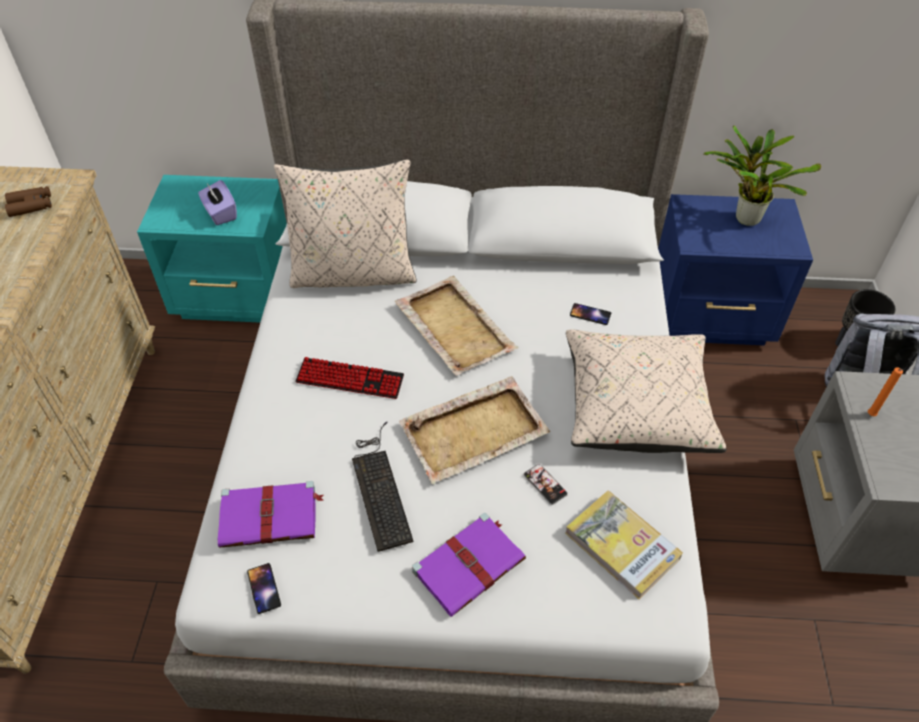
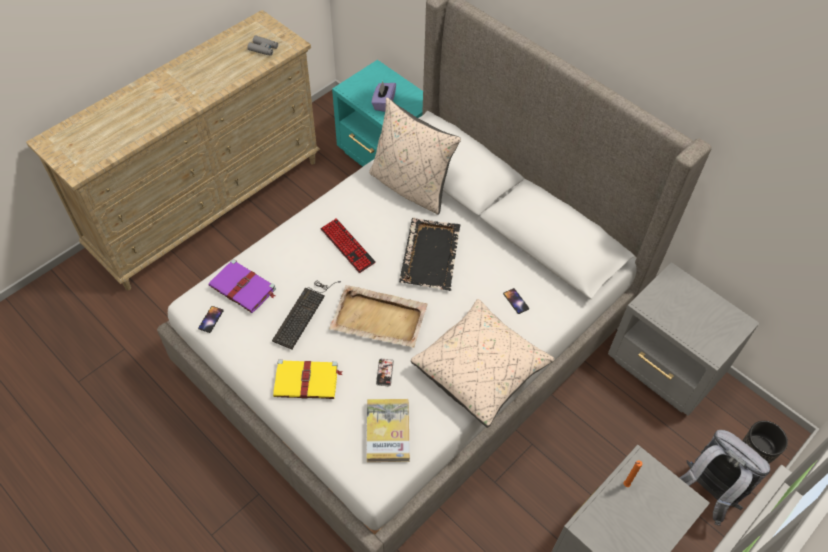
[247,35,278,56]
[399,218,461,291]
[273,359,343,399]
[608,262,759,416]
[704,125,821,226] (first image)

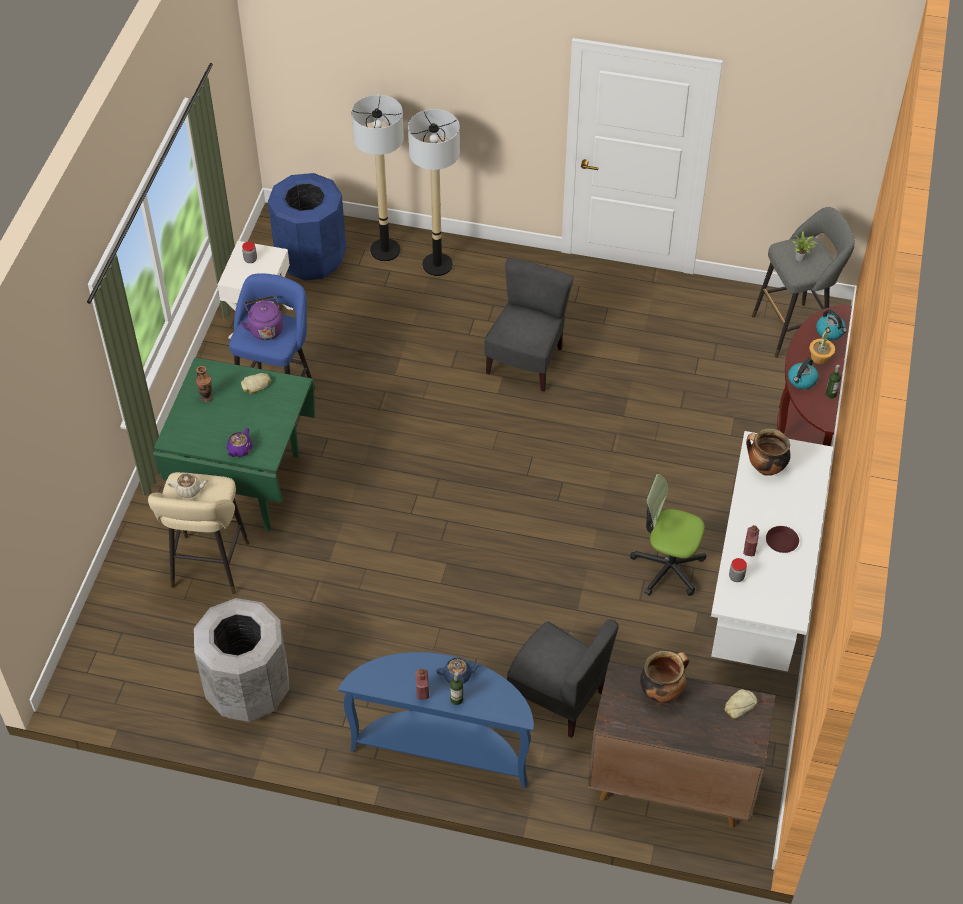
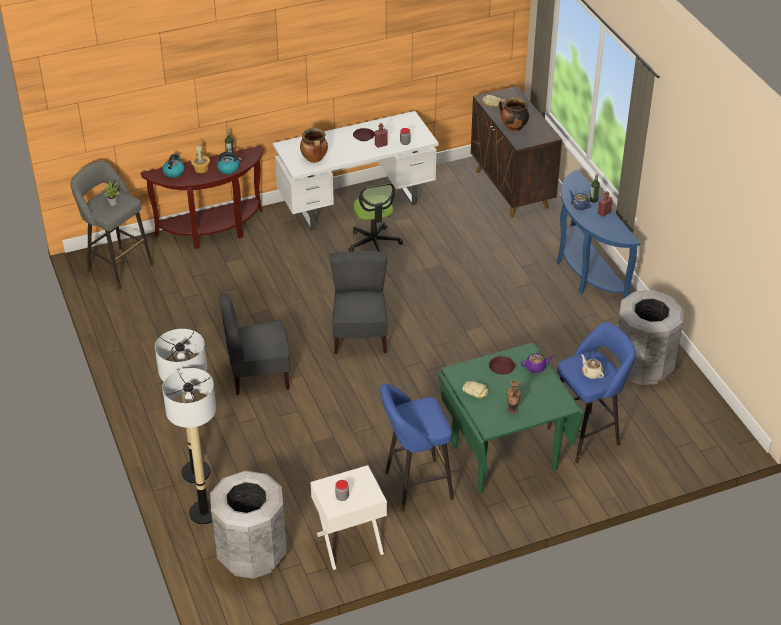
[547,322,636,463]
[240,296,283,340] (first image)
[210,471,287,579]
[330,251,388,354]
[489,356,515,375]

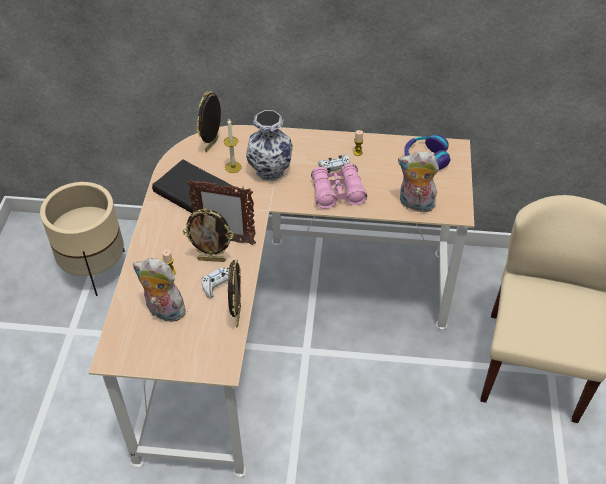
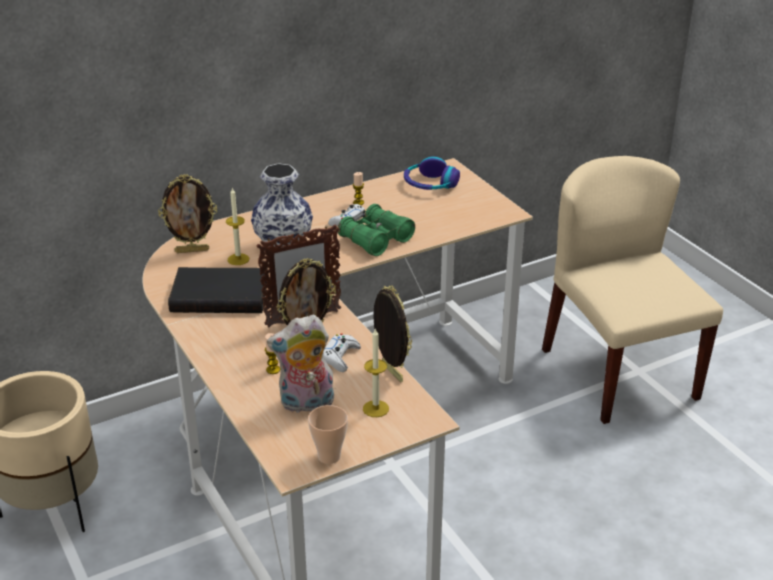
[158,174,217,253]
[338,204,415,256]
[398,151,439,212] (first image)
[308,405,348,464]
[363,328,389,417]

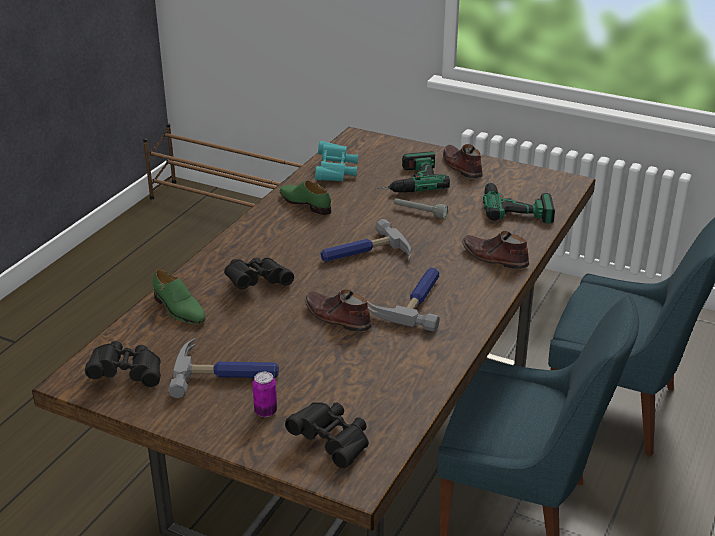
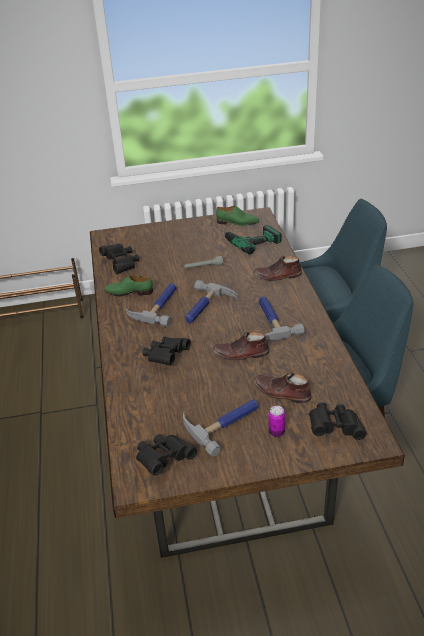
[216,206,259,226]
[99,244,139,274]
[375,151,450,193] (first image)
[254,372,312,403]
[125,283,177,327]

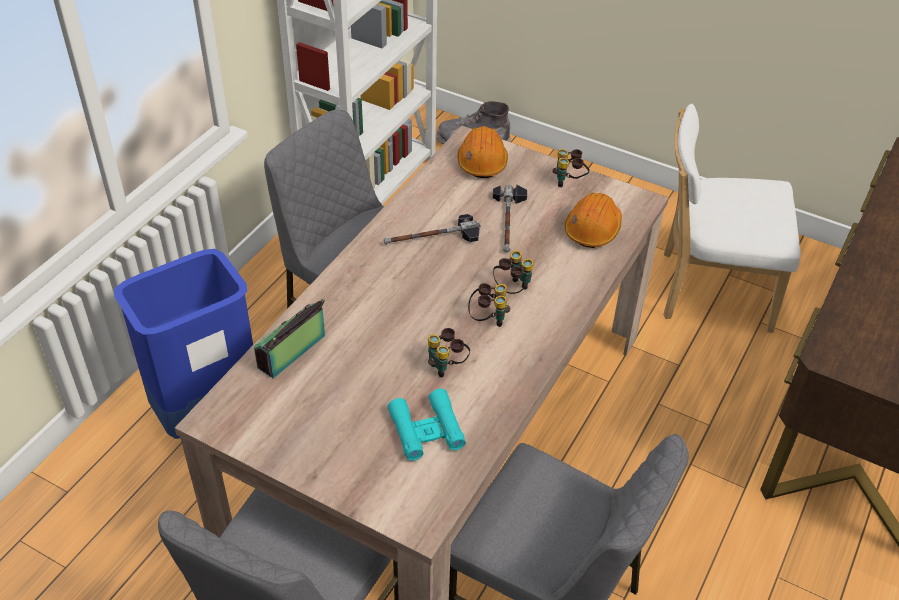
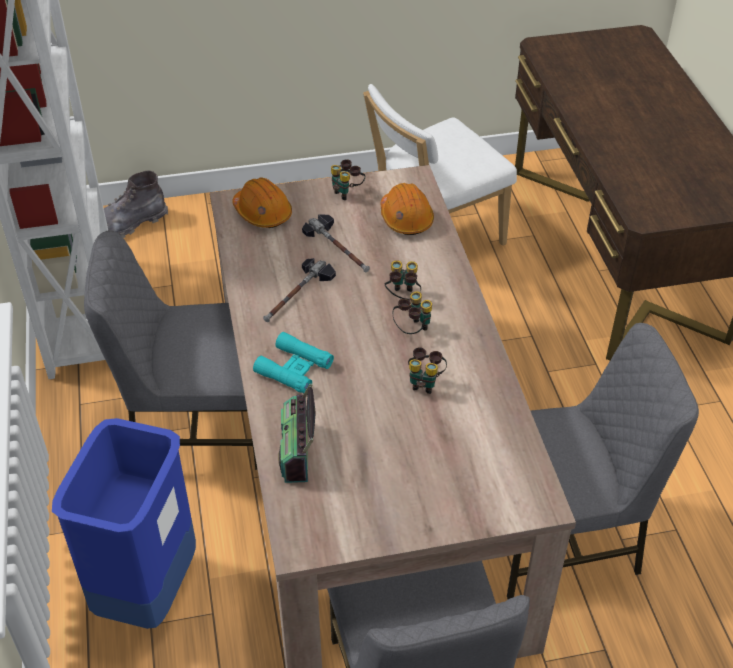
[253,332,334,393]

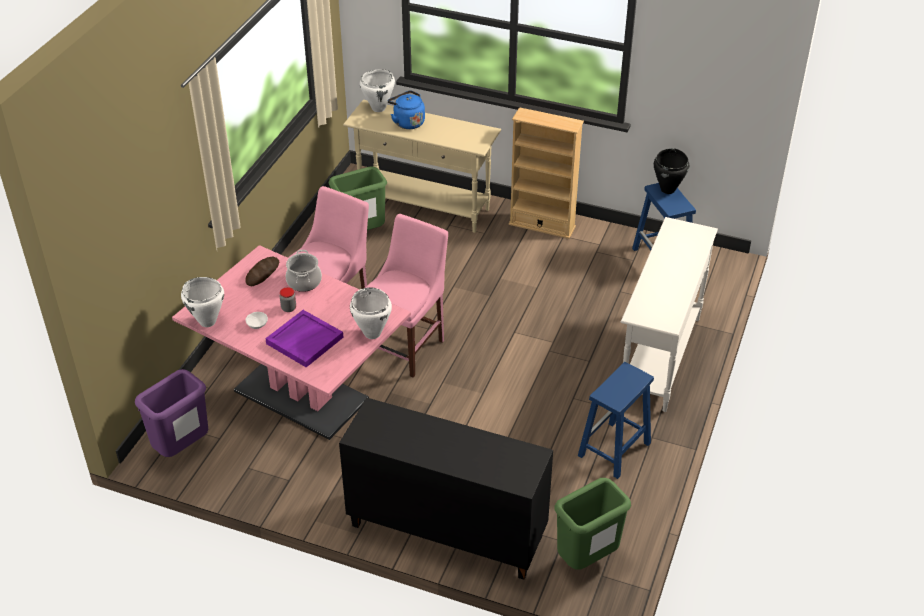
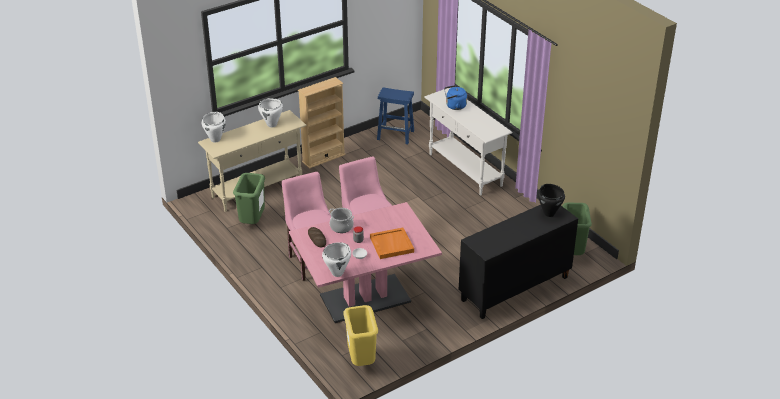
[343,305,378,366]
[370,228,414,259]
[258,98,283,128]
[444,85,467,110]
[578,362,654,479] (first image)
[538,184,565,217]

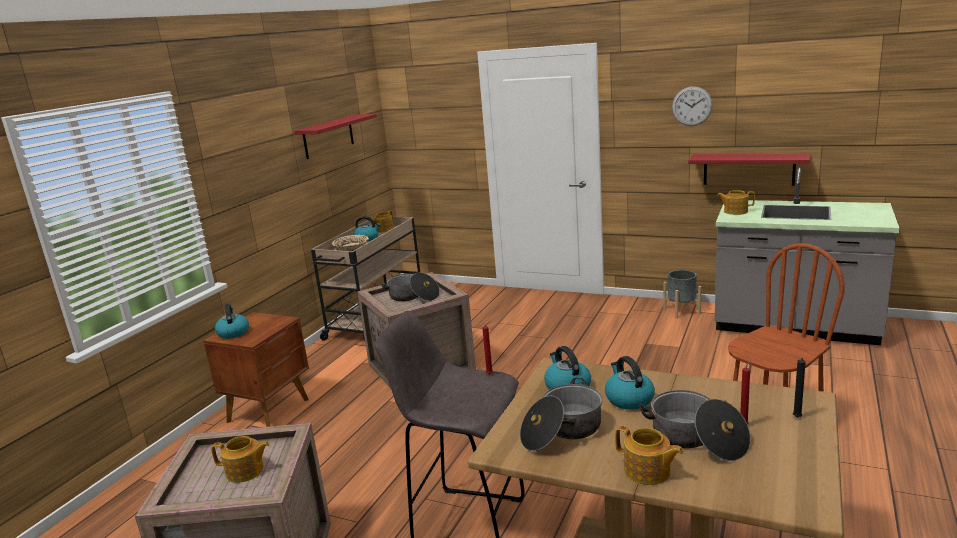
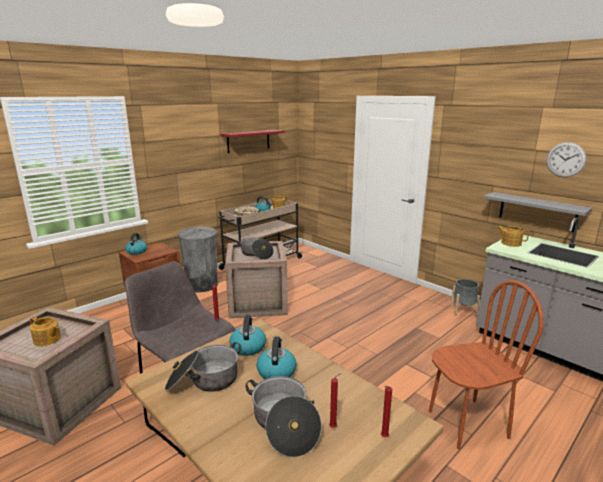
[615,426,684,485] (first image)
[547,142,586,177]
[484,192,593,232]
[381,386,392,437]
[178,227,218,292]

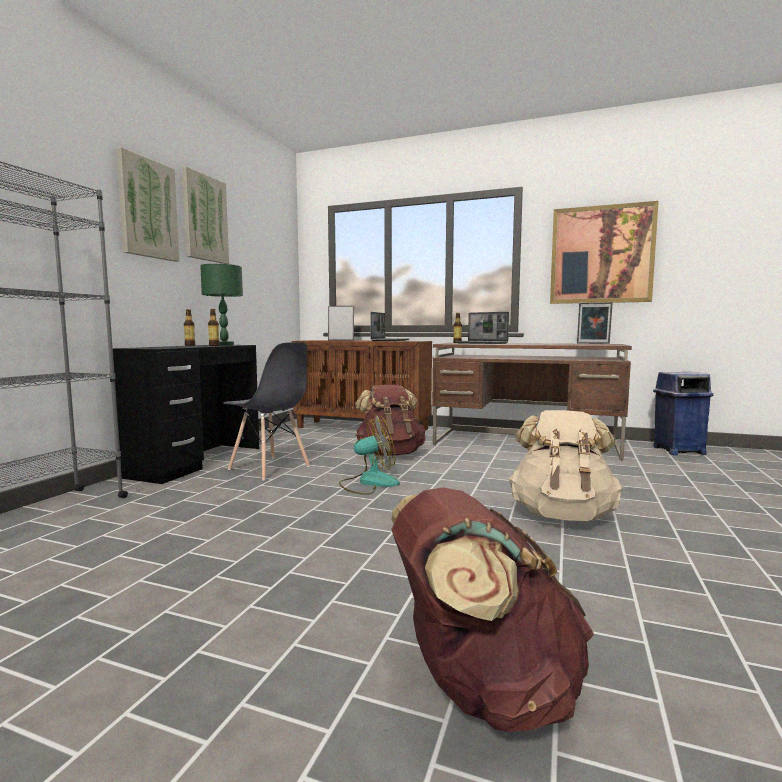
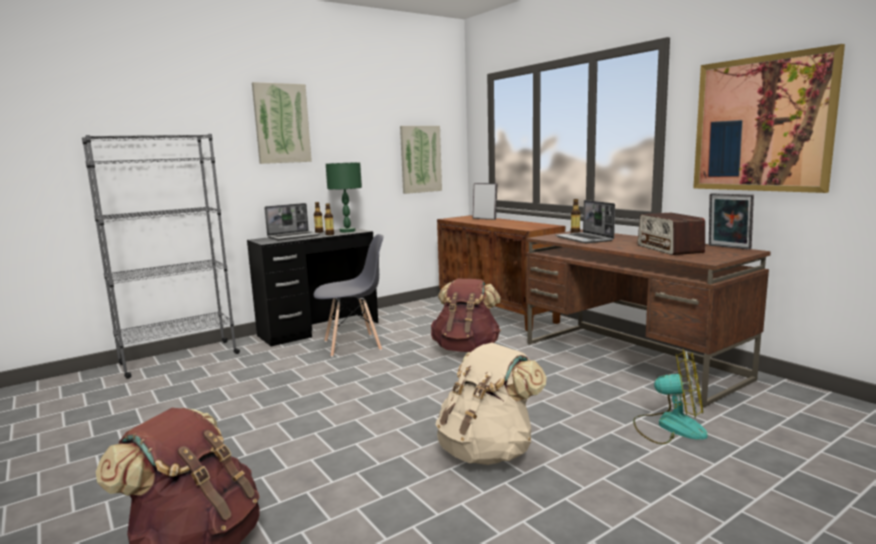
[400,126,442,194]
[314,234,383,357]
[633,349,708,444]
[264,203,320,240]
[653,372,713,455] (first image)
[638,213,705,255]

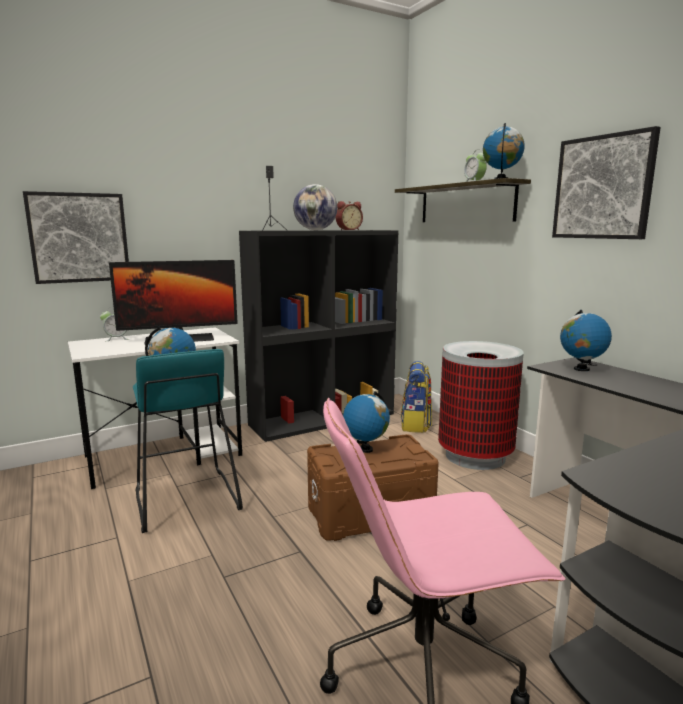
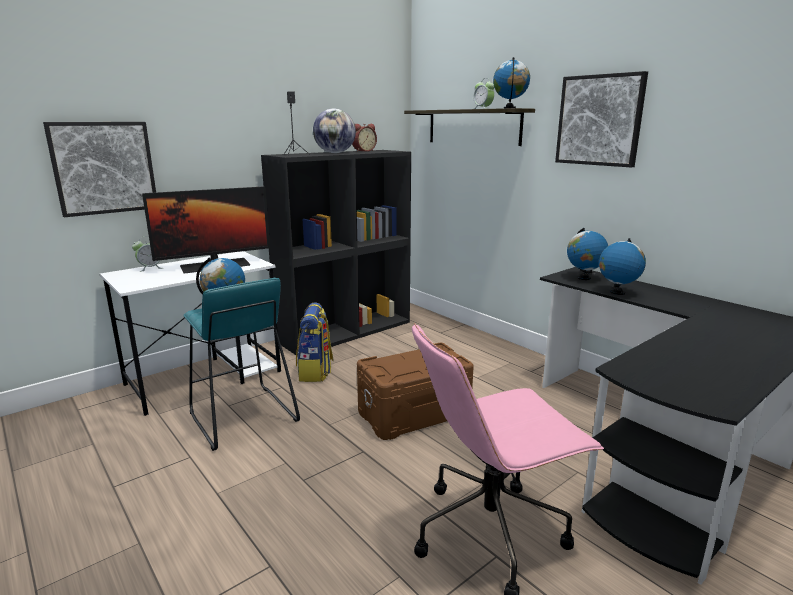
[599,238,646,295]
[296,303,334,382]
[438,341,524,470] (first image)

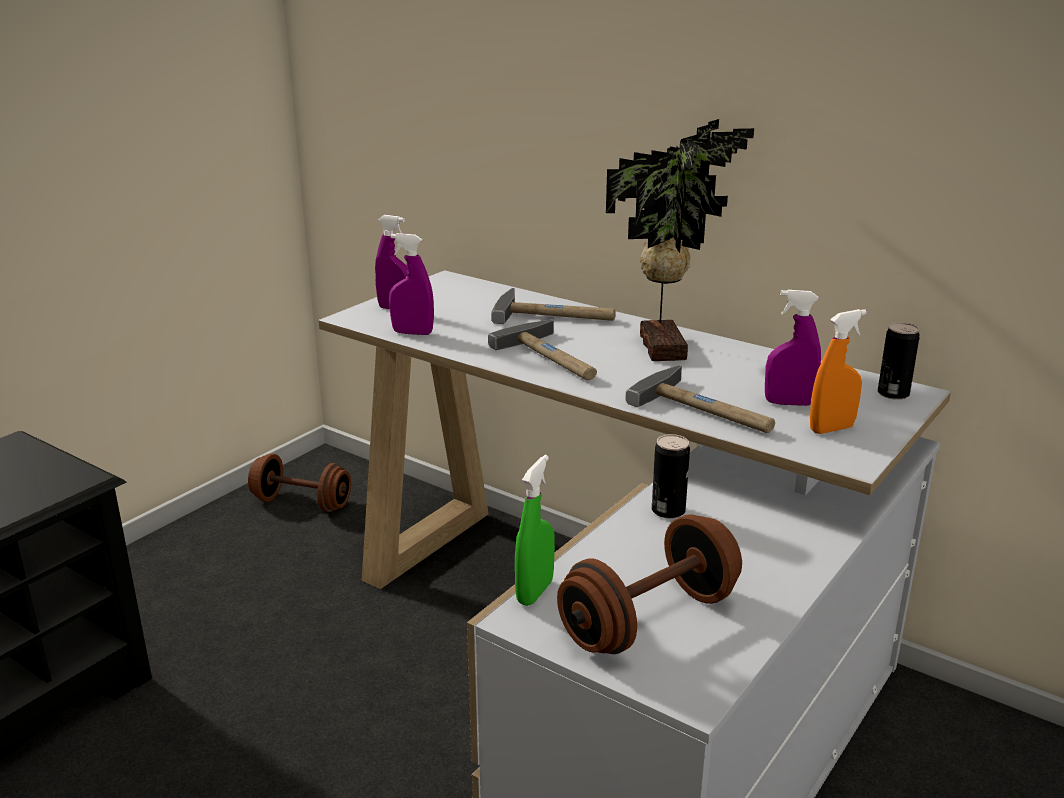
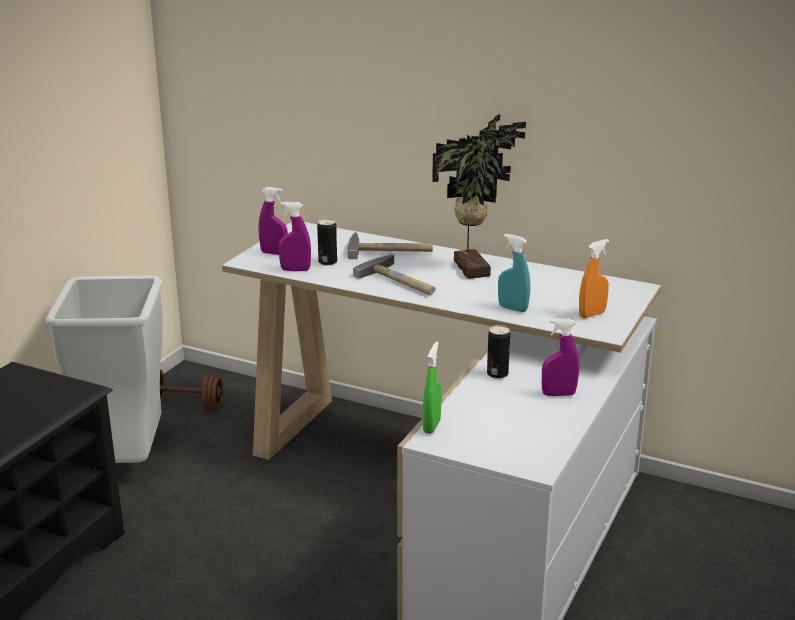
[557,514,742,654] (first image)
[498,234,530,312]
[542,319,579,396]
[317,219,337,265]
[45,275,163,463]

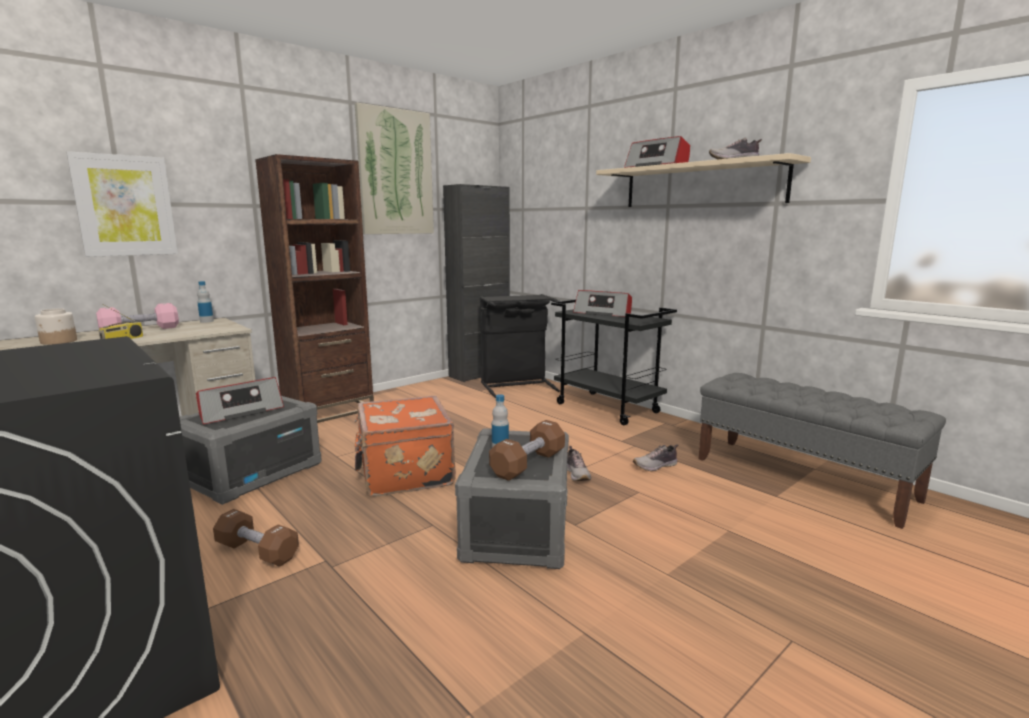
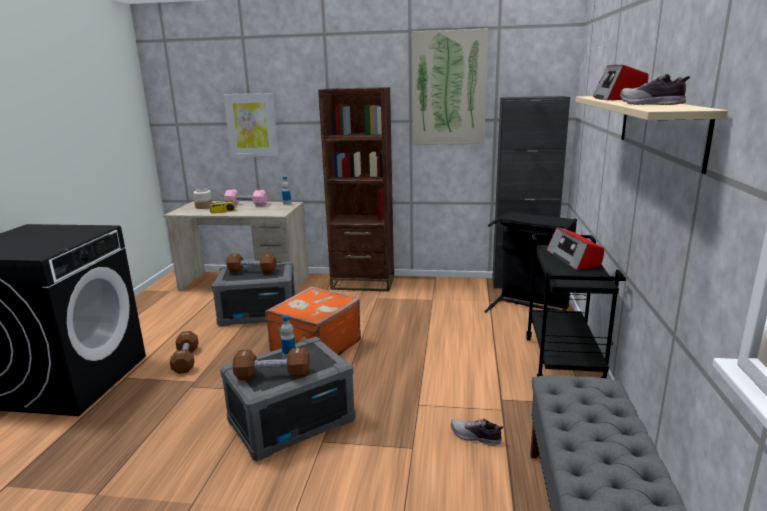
[226,254,276,273]
[567,446,591,481] (first image)

